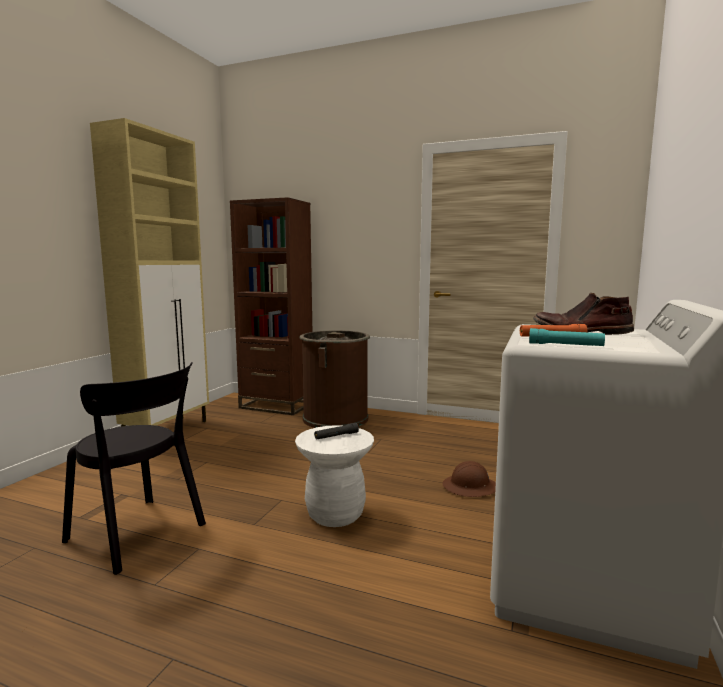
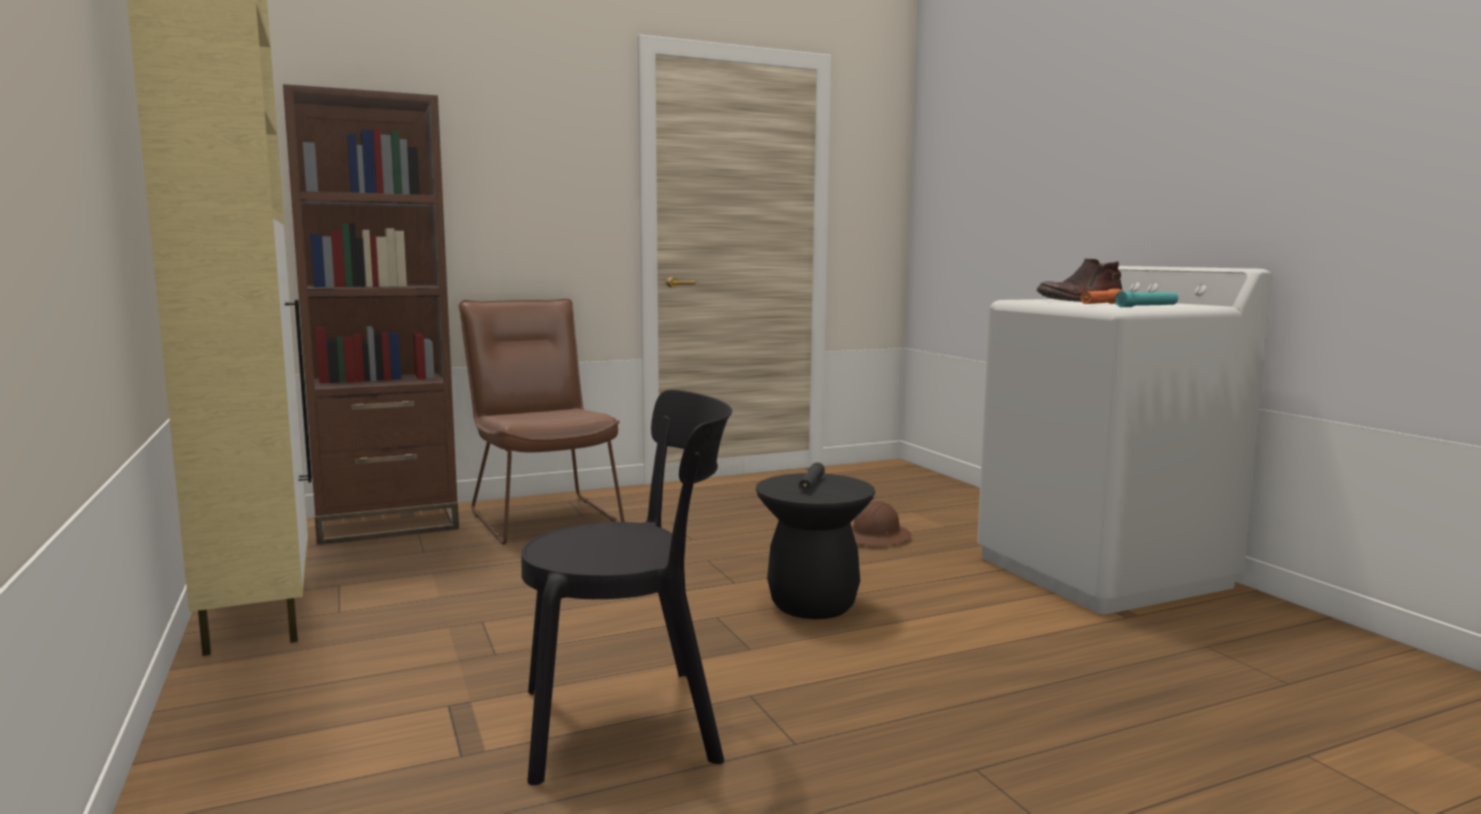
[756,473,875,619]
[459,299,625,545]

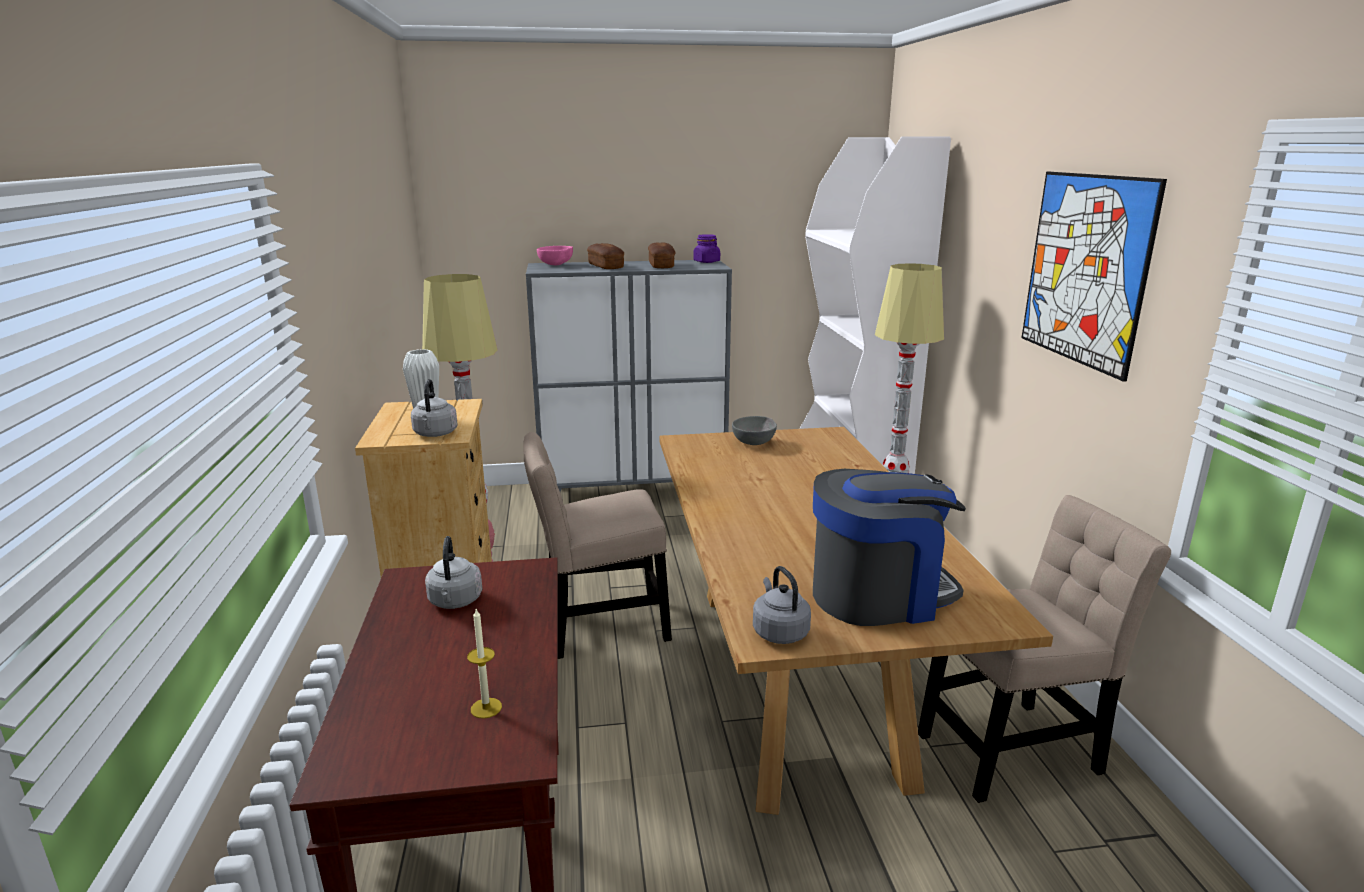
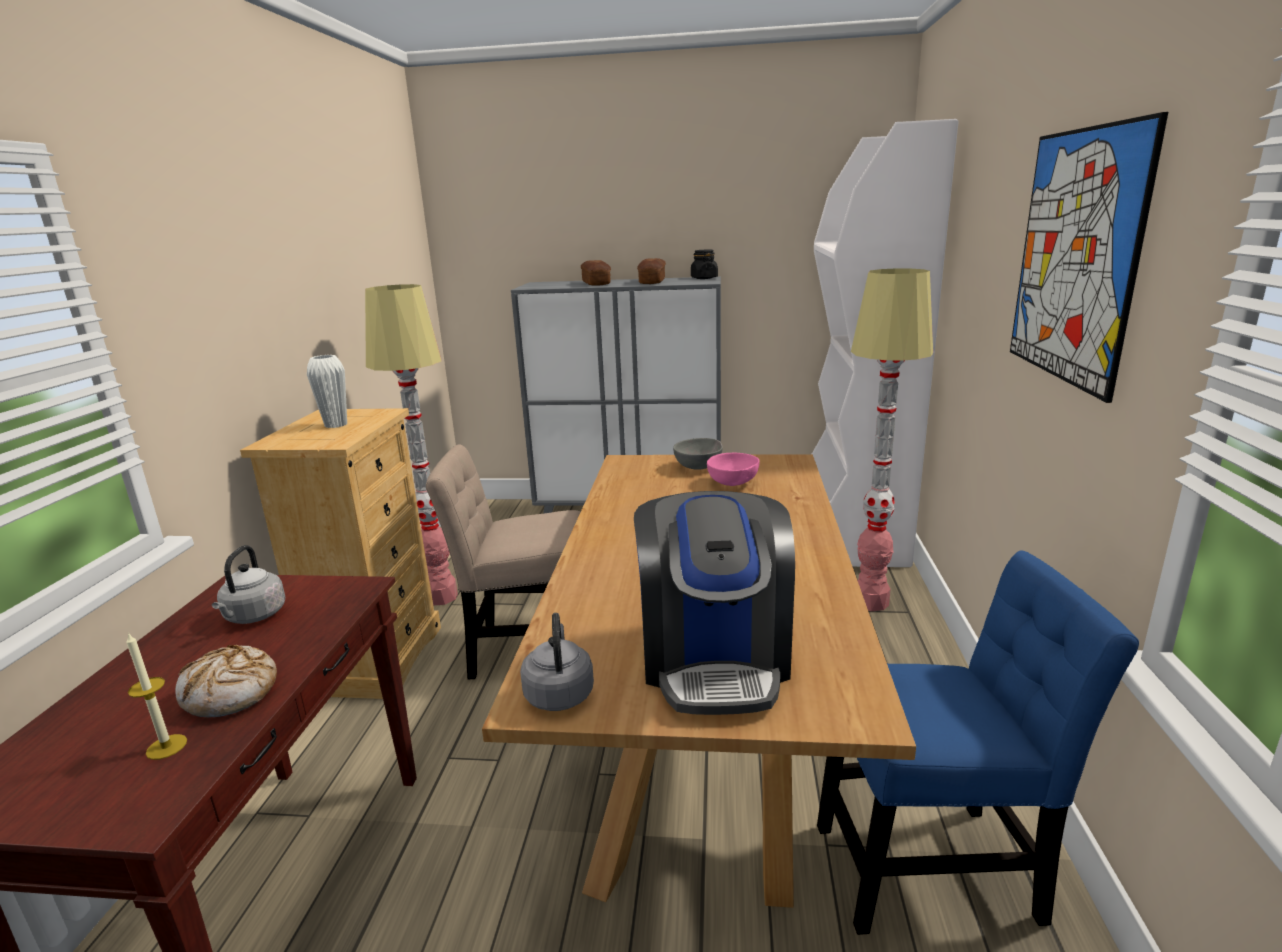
[411,379,458,437] (first image)
[707,453,759,486]
[691,250,718,279]
[634,491,795,715]
[817,551,1139,935]
[175,645,277,717]

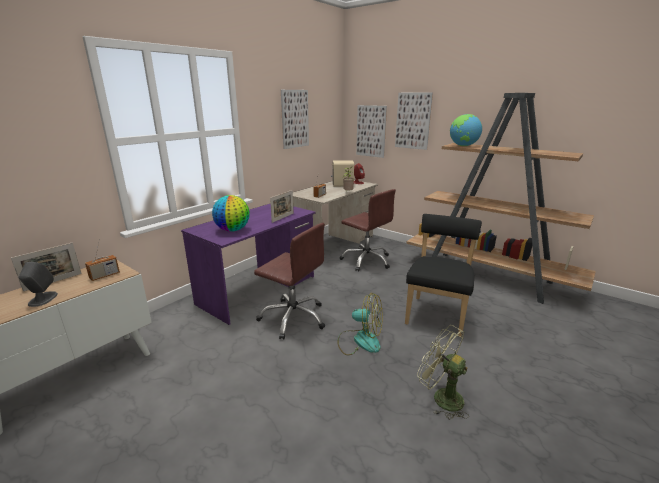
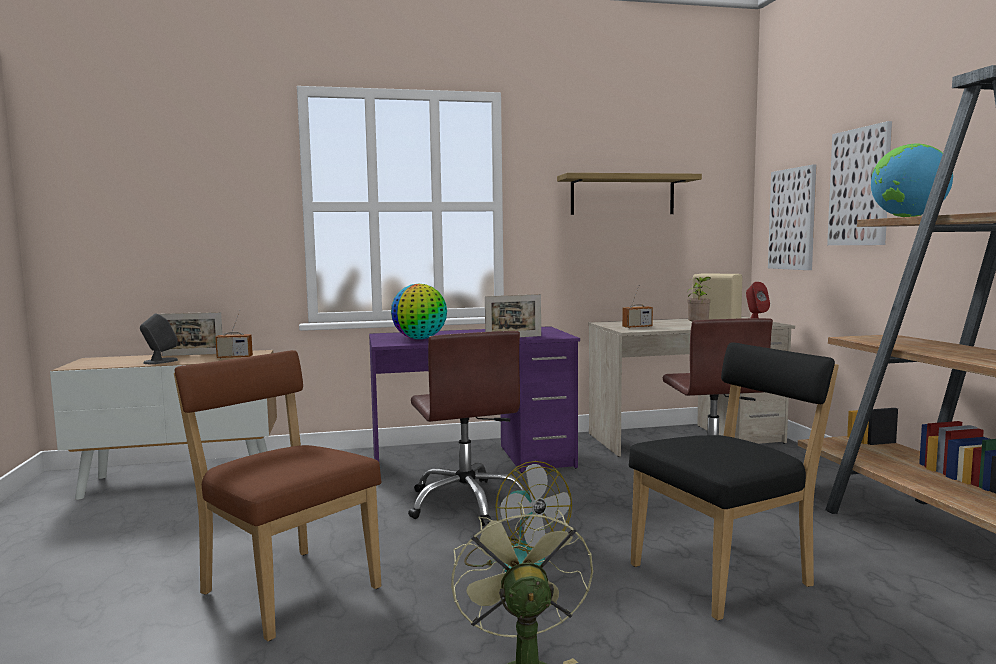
[557,173,702,215]
[174,350,381,641]

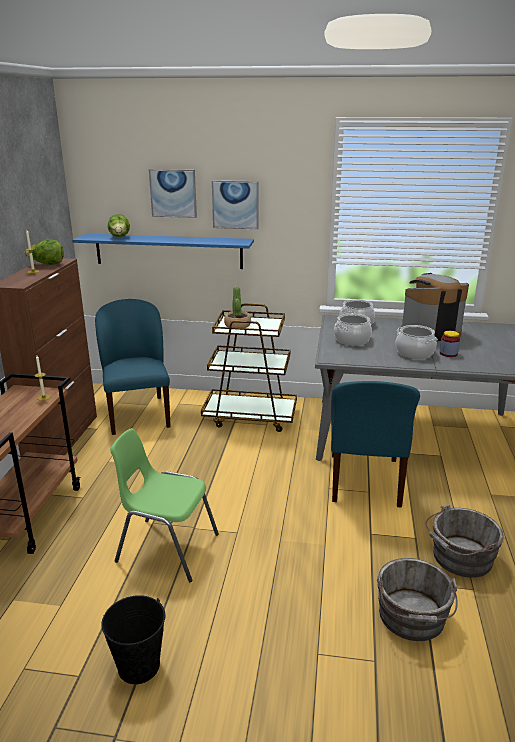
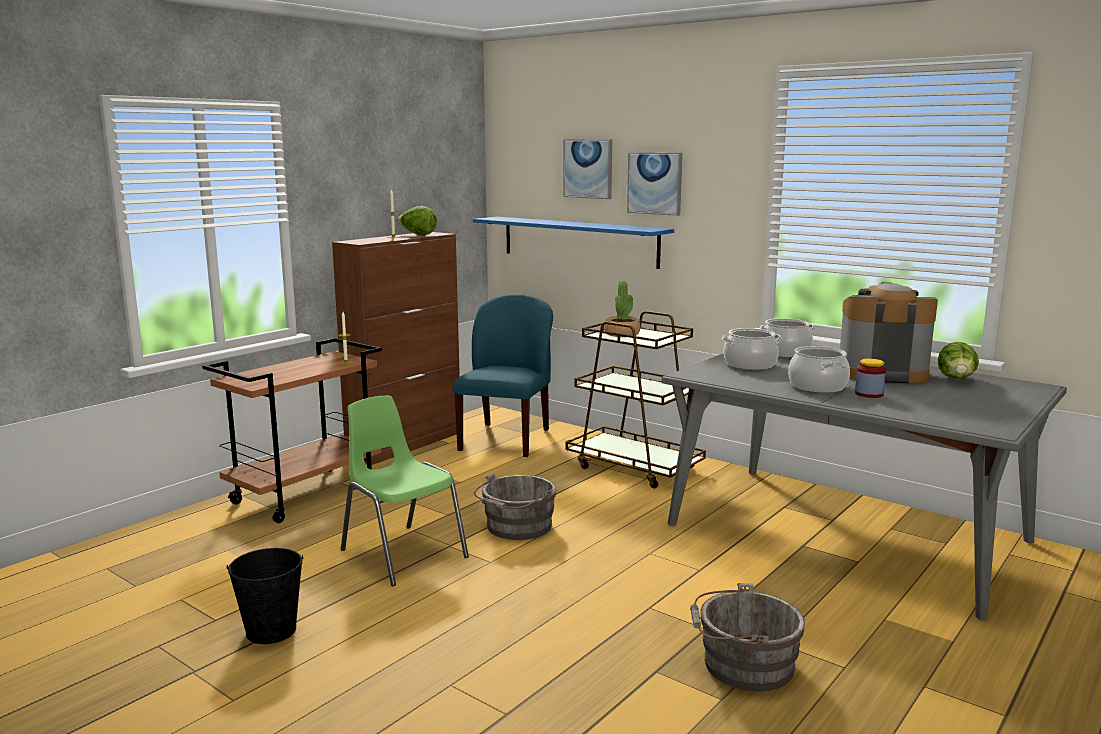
[938,342,979,379]
[331,381,420,508] (first image)
[474,473,557,540]

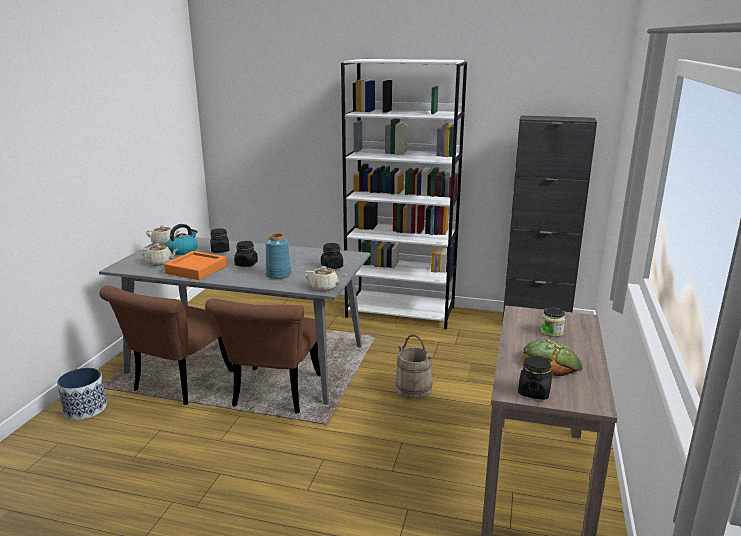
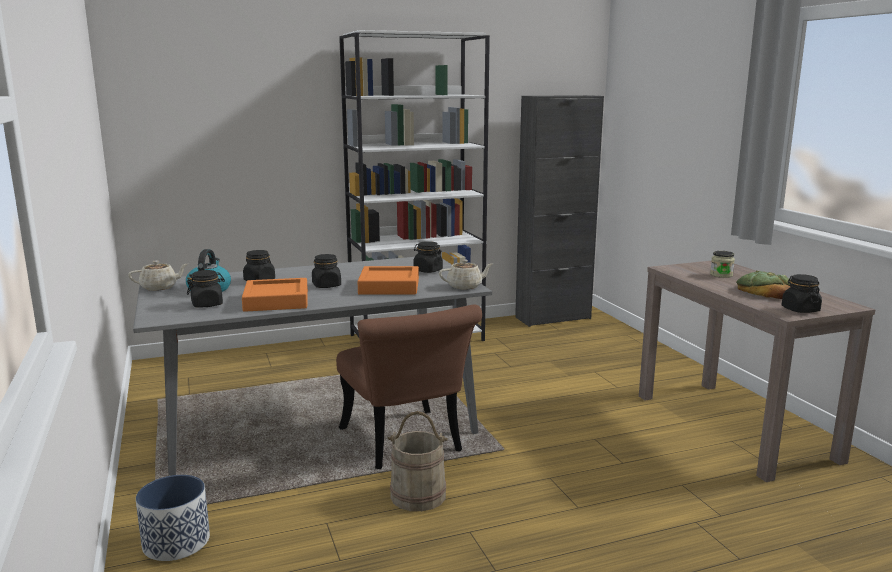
[99,285,233,405] (first image)
[187,270,225,308]
[357,266,419,295]
[388,411,448,511]

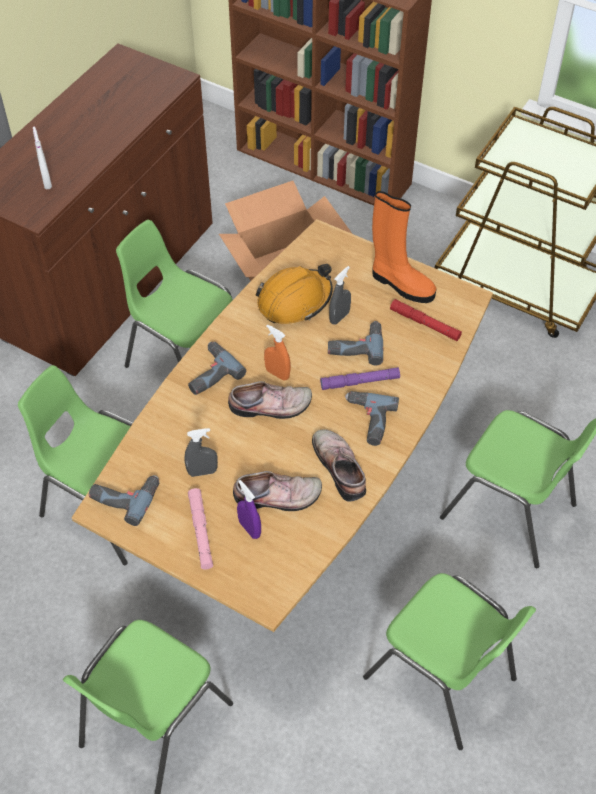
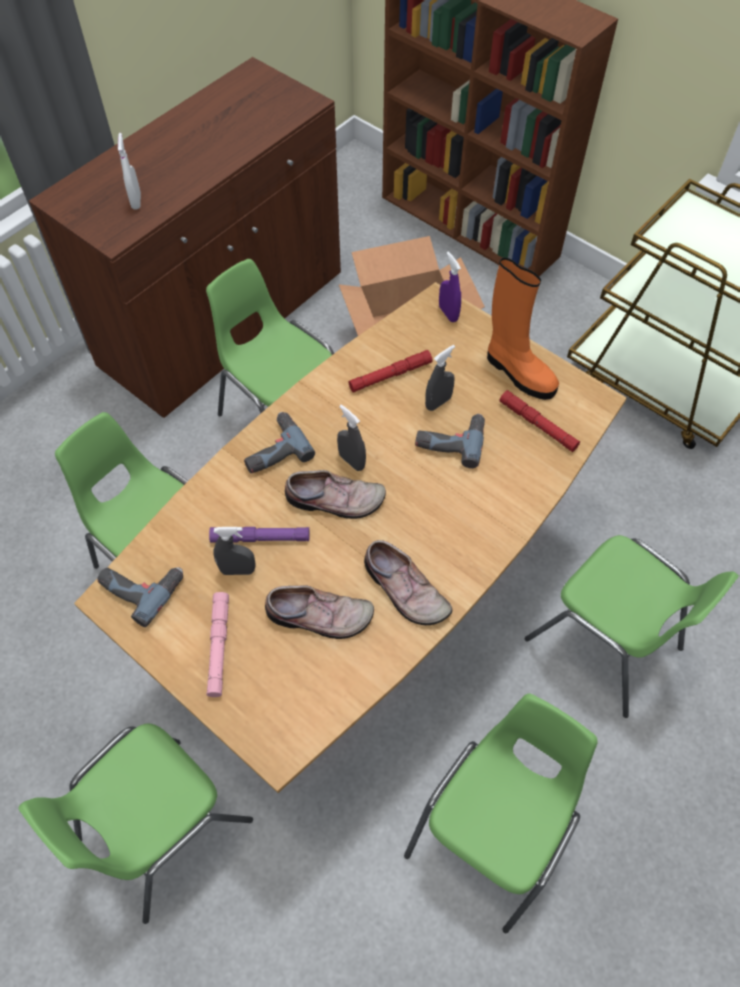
[439,251,461,322]
[349,350,433,393]
[337,405,366,471]
[364,540,452,625]
[209,527,309,542]
[345,391,399,446] (first image)
[404,694,598,933]

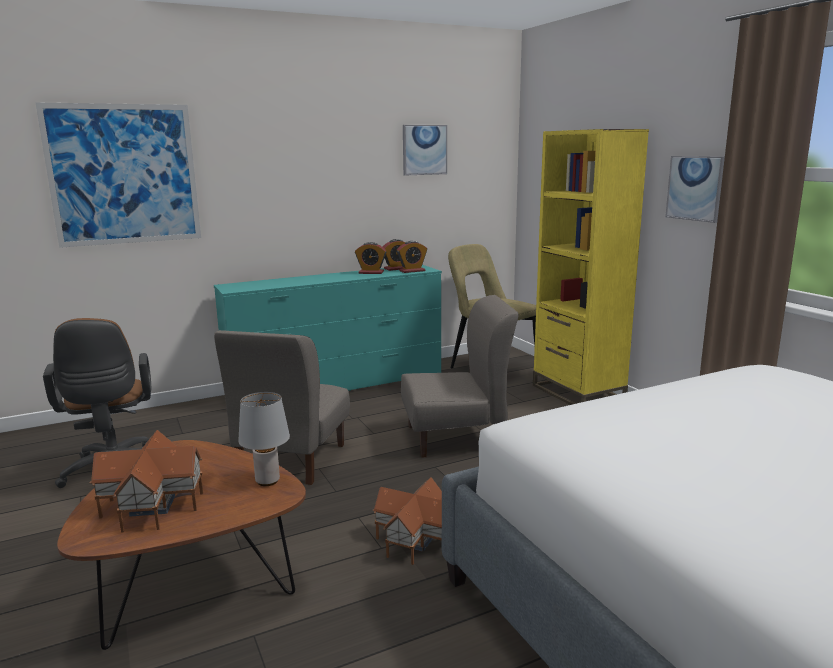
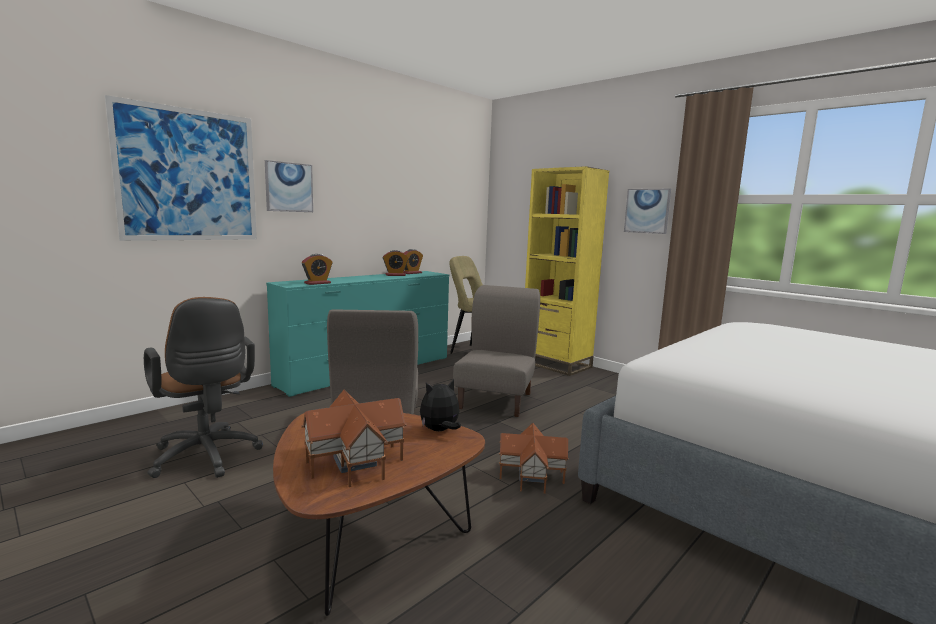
[420,379,461,431]
[302,254,333,285]
[453,285,540,417]
[265,160,313,212]

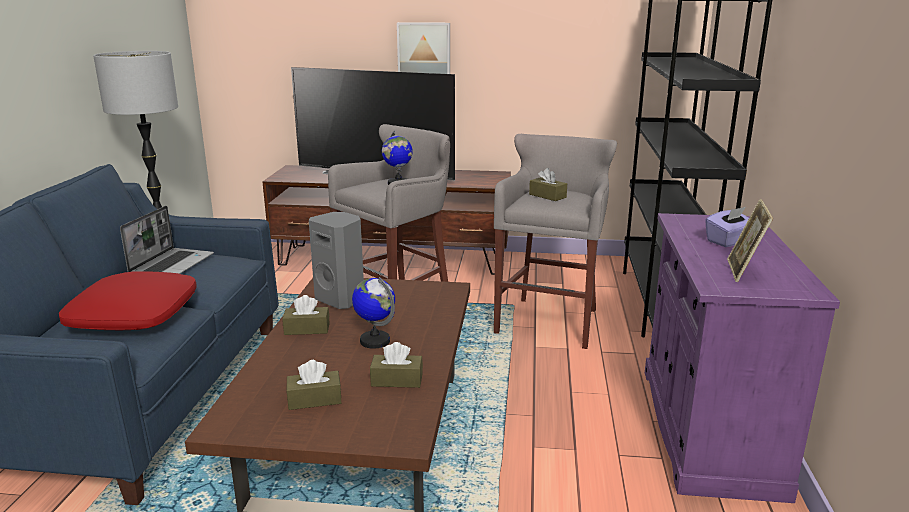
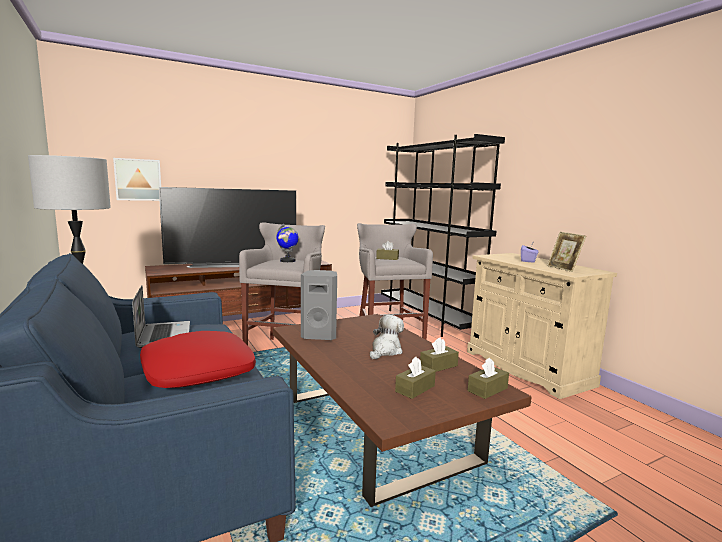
[468,358,509,399]
[370,315,404,359]
[113,158,161,201]
[467,253,617,399]

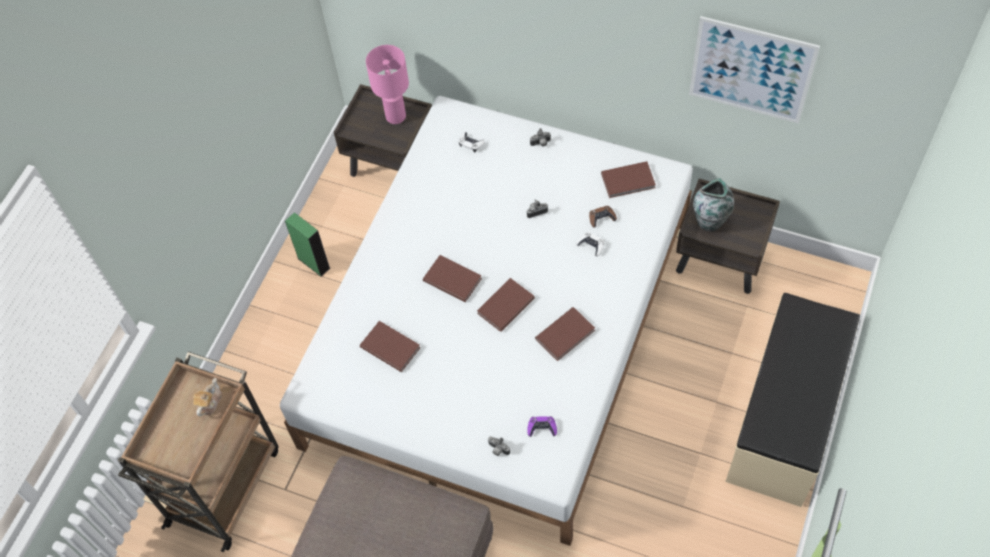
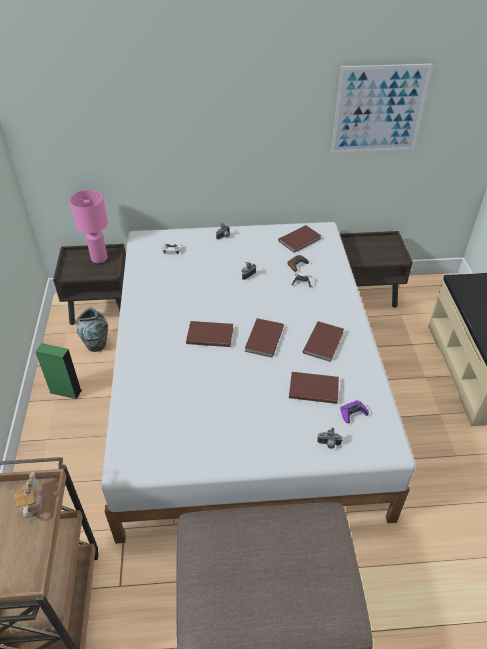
[289,372,339,404]
[77,308,108,352]

